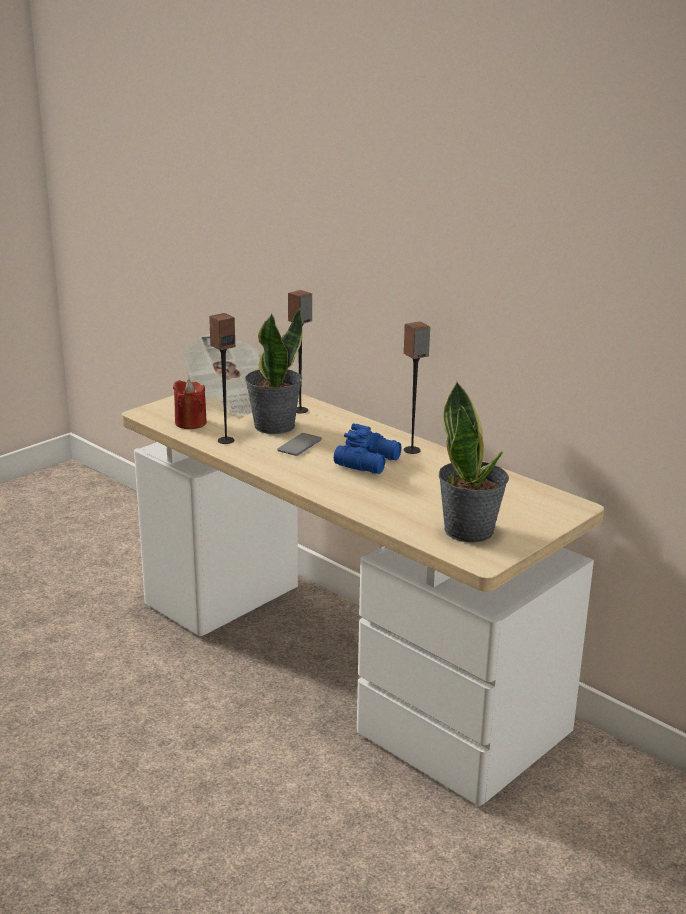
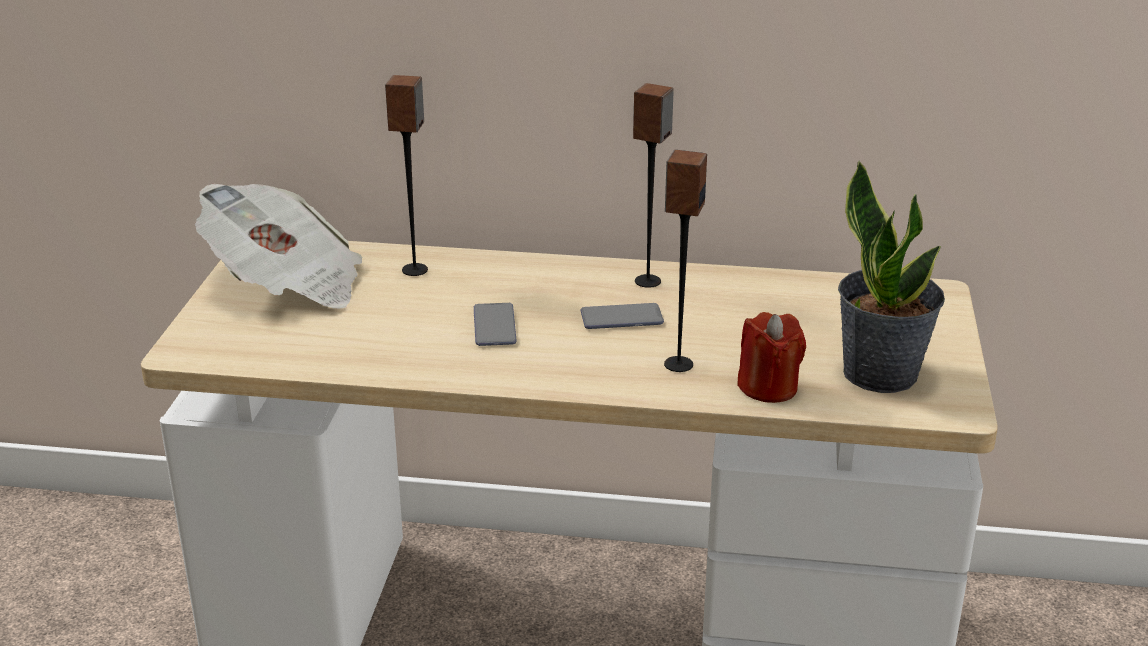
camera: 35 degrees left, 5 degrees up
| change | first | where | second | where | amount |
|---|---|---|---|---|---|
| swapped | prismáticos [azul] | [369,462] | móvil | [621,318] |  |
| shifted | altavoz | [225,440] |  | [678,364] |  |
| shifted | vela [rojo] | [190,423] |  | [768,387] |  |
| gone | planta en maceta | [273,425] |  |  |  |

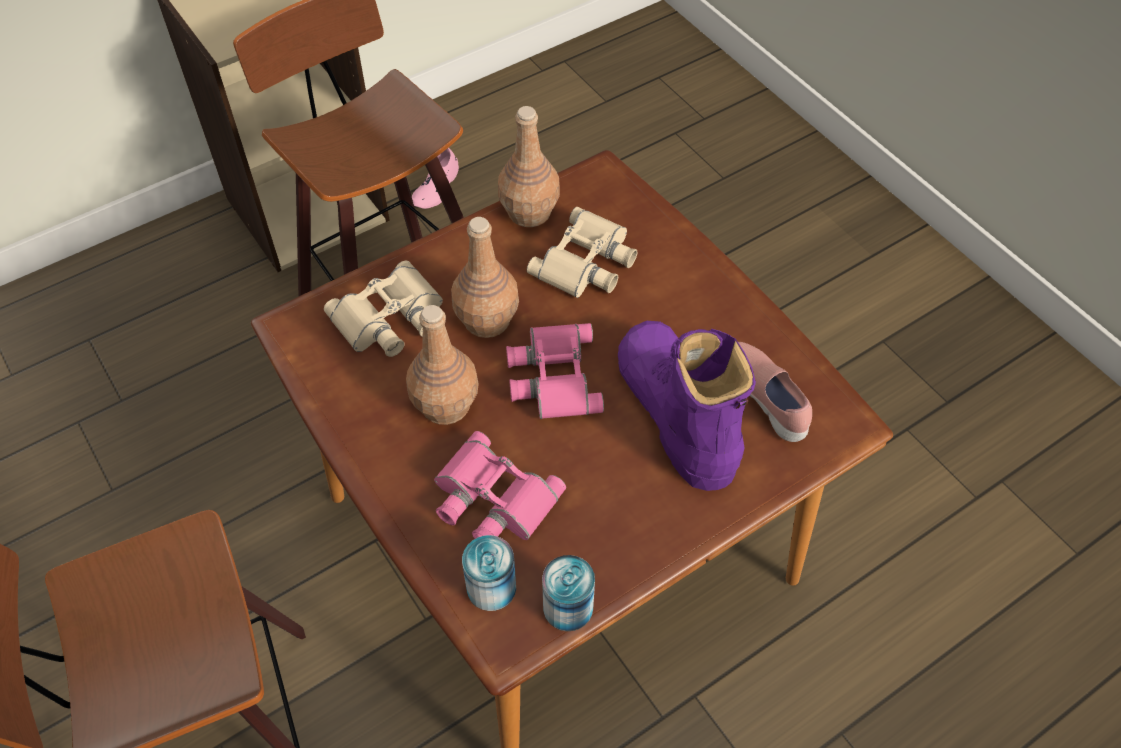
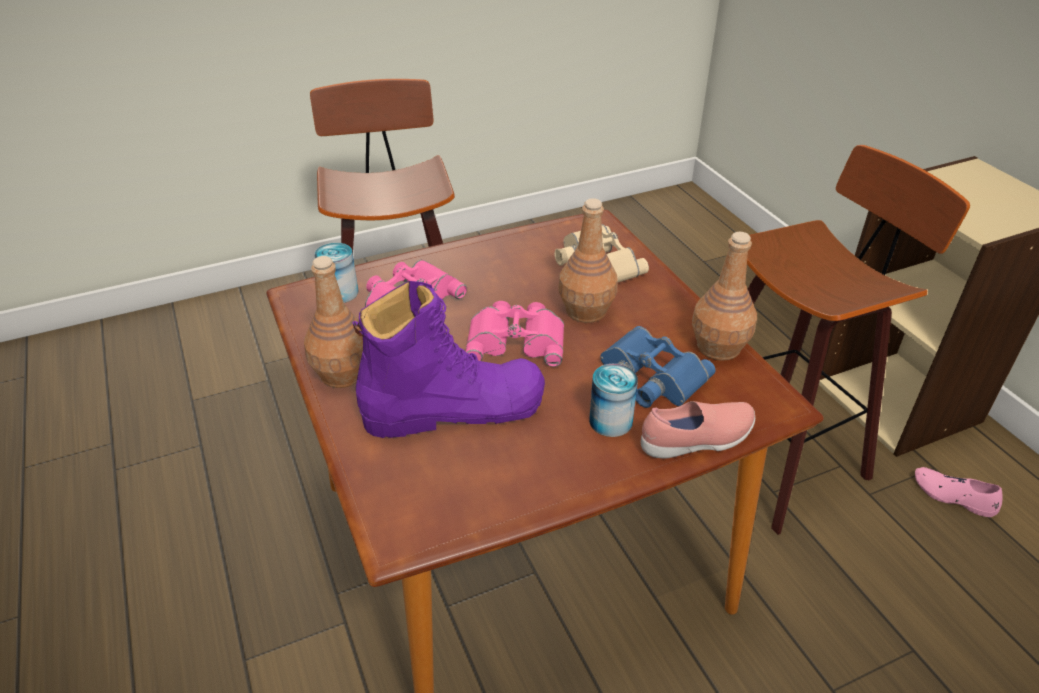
camera: 100 degrees right, 15 degrees down
| change | first | where | second | where | amount |
|---|---|---|---|---|---|
| shifted | botella [marrón] | [445,405] |  | [342,373] |  |
| shifted | lata | [568,607] |  | [610,421] |  |
| repainted | prismáticos [beis] | [587,262] | prismáticos [azul] | [648,377] |  |
| shifted | zapato [rosa] | [766,398] |  | [697,441] |  |

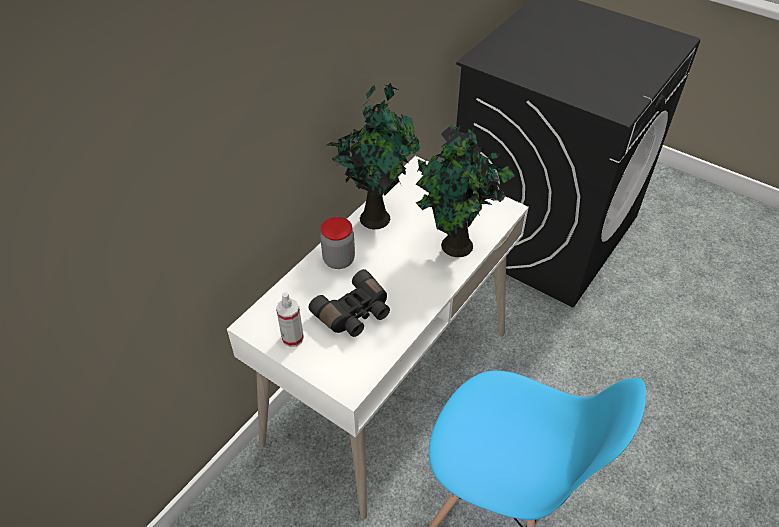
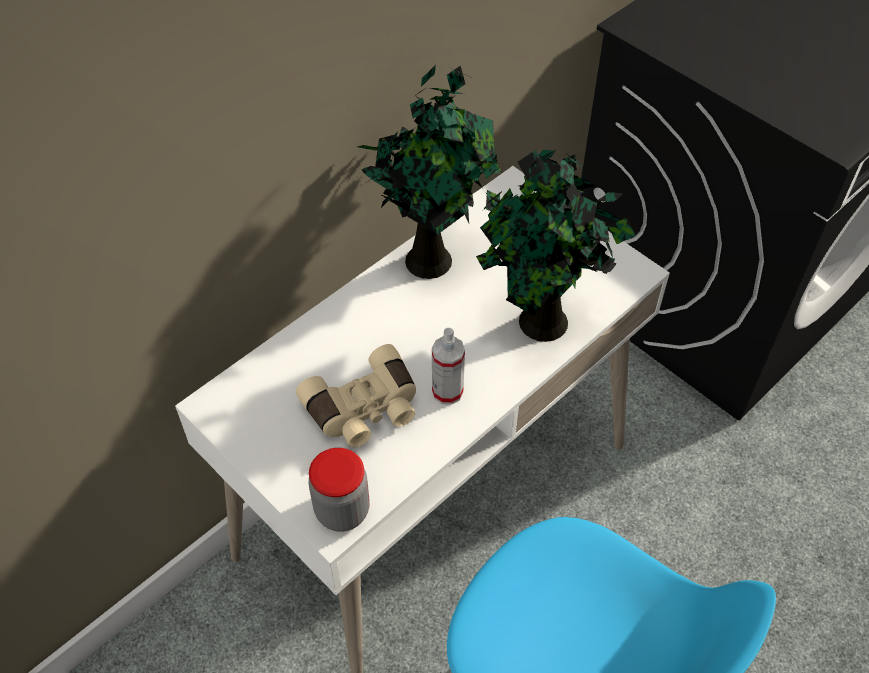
camera: 10 degrees right, 5 degrees up
| change | first | where | second | where | amount |
|---|---|---|---|---|---|
| repainted | prismáticos [negro] | [355,314] | prismáticos [beis] | [365,410] |  |
| shifted | tarro | [339,260] |  | [342,510] |  |
| shifted | pulverizador | [292,338] |  | [447,391] |  |

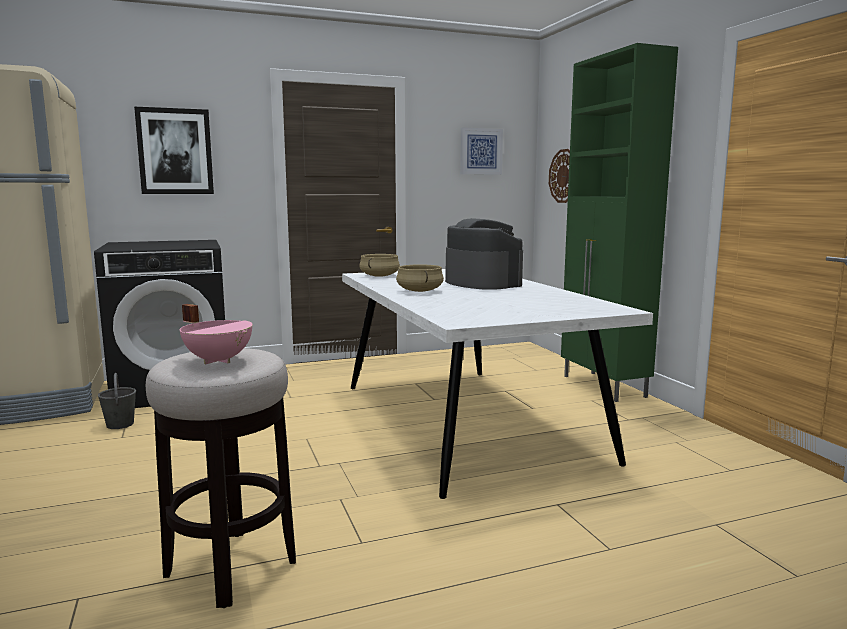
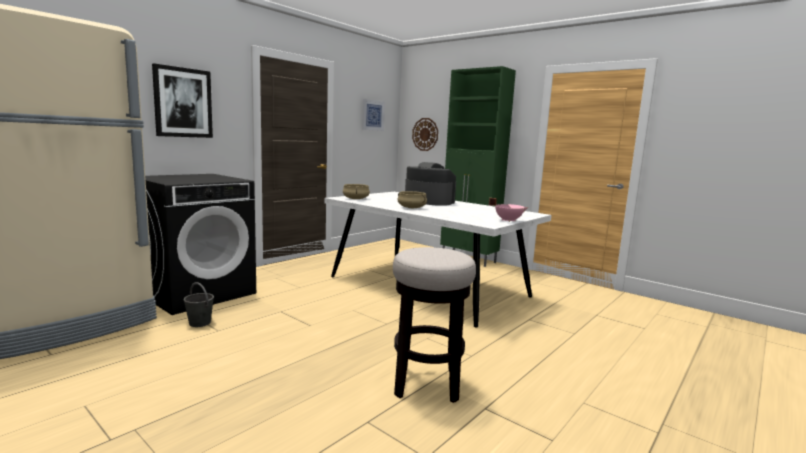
camera: 30 degrees left, 0 degrees up
| change | first | where | second | where | amount |
|---|---|---|---|---|---|
| shifted | olla [rosa] | [219,360] |  | [508,220] |  |

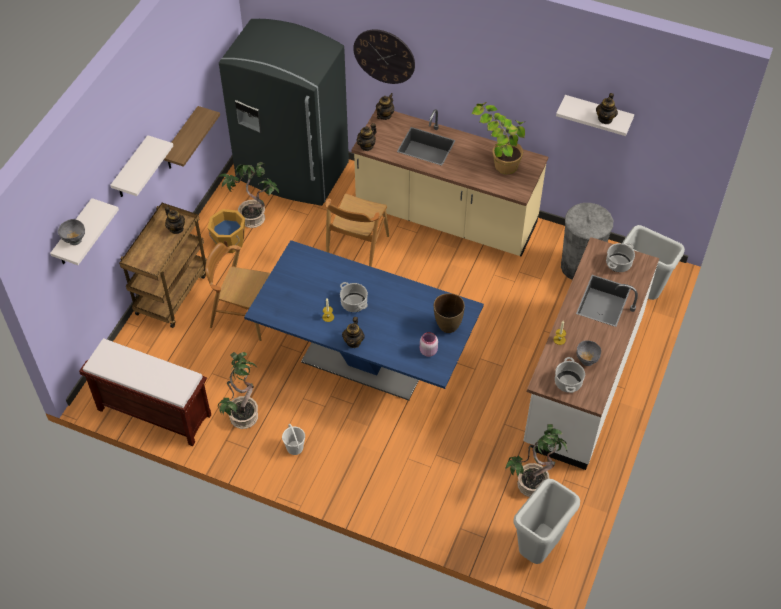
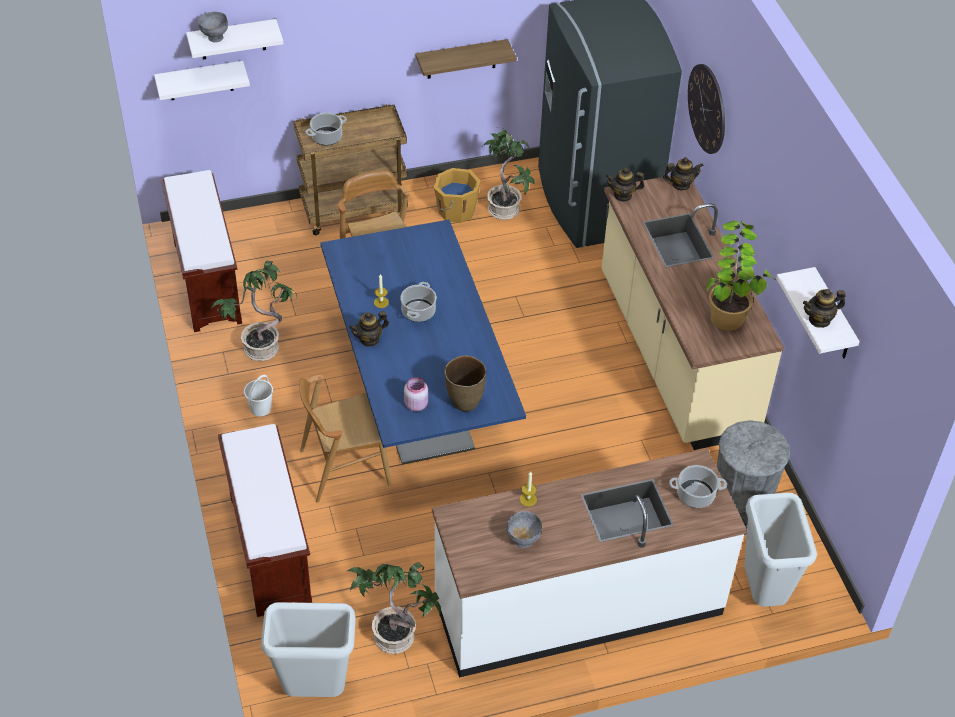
camera: 50 degrees right, 5 degrees down
| change | first | where | second | where | amount |
|---|---|---|---|---|---|
| shifted | estante [blanco] | [131,169] |  | [200,81] |  |
| new |  |  | banco [marrón] | [269,548] |  |
| shifted | silla [marrón] | [357,248] |  | [344,467] |  |
| shifted | olla | [568,382] |  | [326,137] |  |
| gone | tetera | [176,228] |  |  |  |

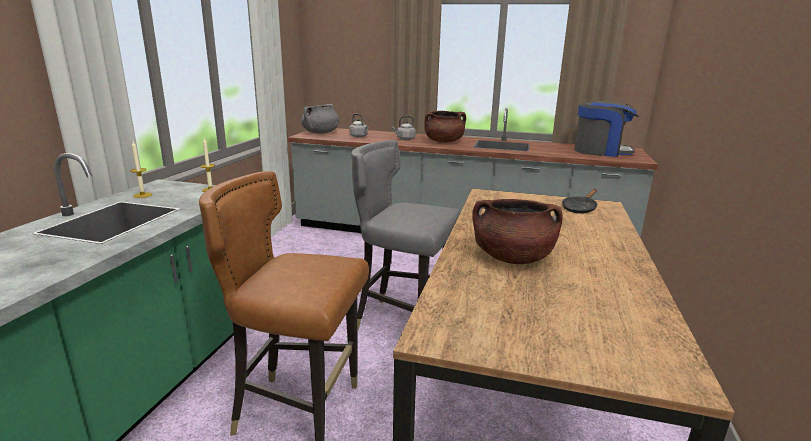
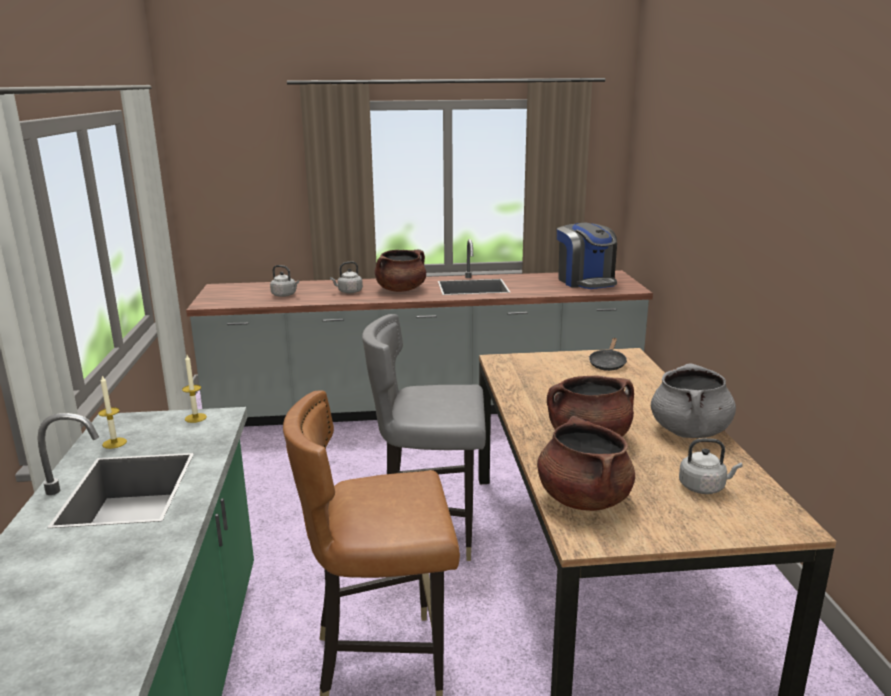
camera: 20 degrees left, 0 degrees up
| change | first | where | second | where | amount |
|---|---|---|---|---|---|
| new |  |  | olla [marrón] | [583,498] |  |
| rotated | cafetera | [601,151] |  | [586,281] | 75 degrees clockwise |
| shifted | olla [gris] | [320,133] |  | [689,431] |  |
| new |  |  | hervidor [gris] | [704,487] |  |

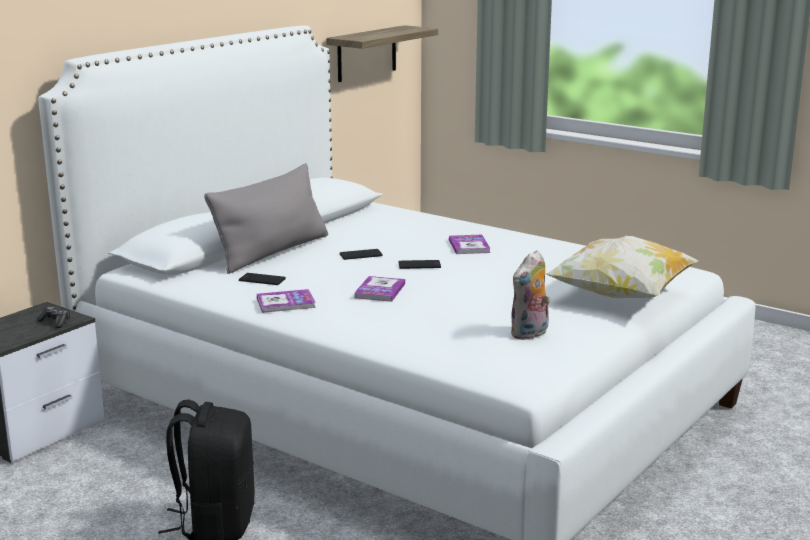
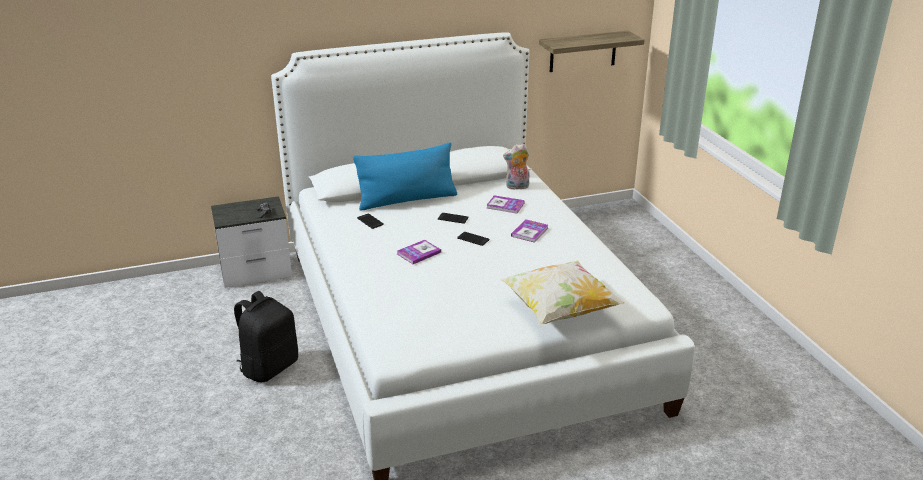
camera: 35 degrees right, 10 degrees up
| change | first | where | second | where | amount |
|---|---|---|---|---|---|
| repainted | cojín [gris] | [272,252] | cojín [azul] | [407,200] |  |
| shifted | libro | [286,303] |  | [505,205] |  |
| shifted | peluche | [530,334] |  | [517,187] |  |

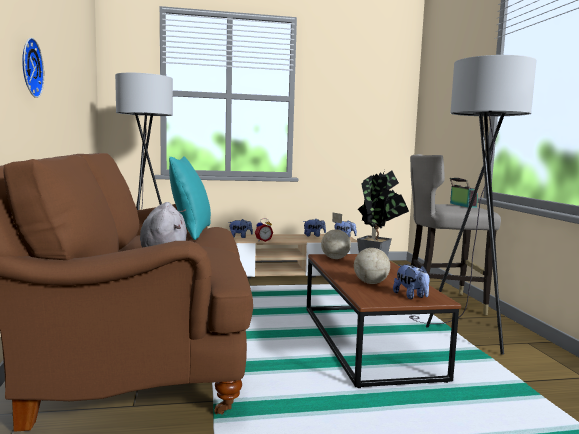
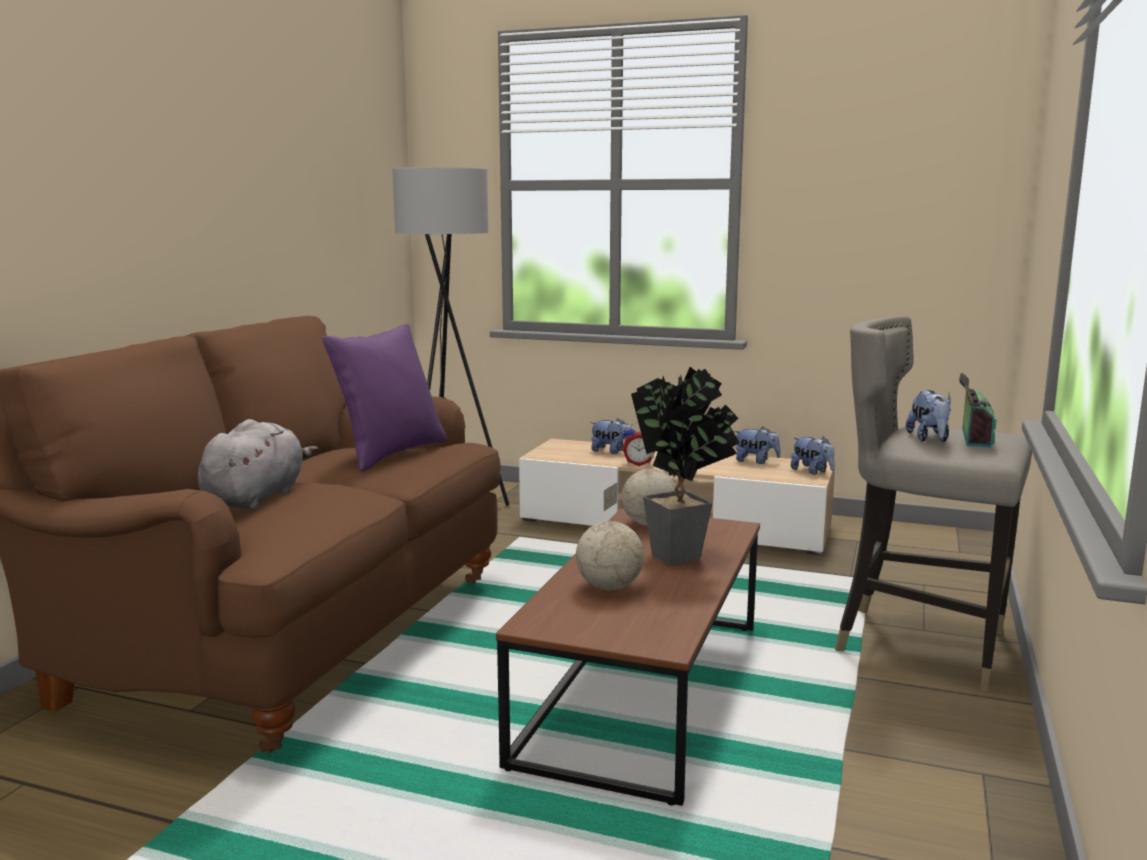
camera: 30 degrees right, 5 degrees up
| change | first | where | second | where | amount |
|---|---|---|---|---|---|
| repainted | cojín [turquesa] | [190,232] | cojín [morado] | [390,454] |  |
| shifted | peluche | [411,296] |  | [929,439] |  |
| gone | reloj de pared | [28,67] |  |  |  |
| gone | lámpara de pie [gris] | [467,335] |  |  |  |

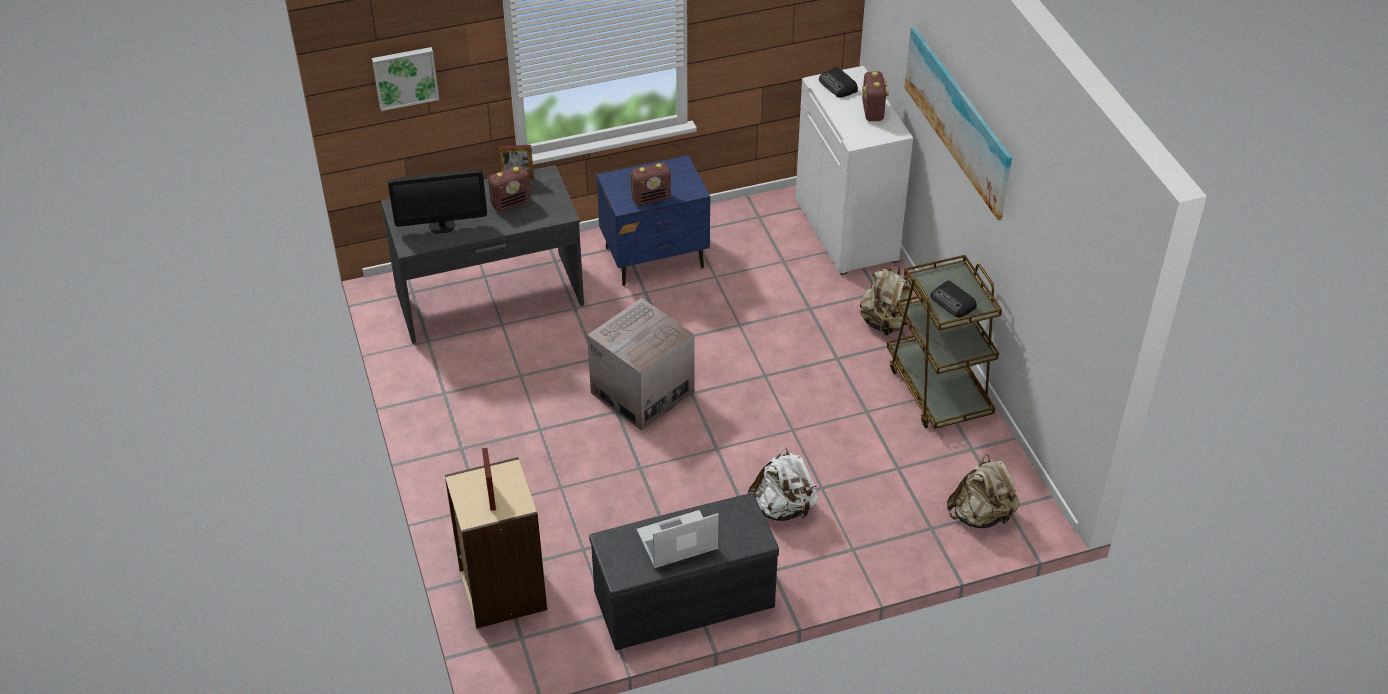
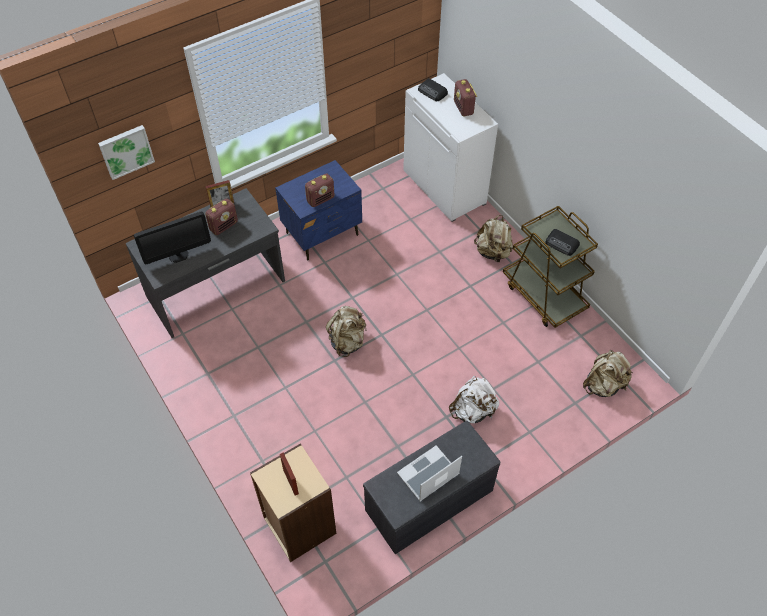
camera: 15 degrees left, 10 degrees up
| change | first | where | second | where | amount |
|---|---|---|---|---|---|
| swapped | caja de cartón | [642,392] | mochila [beis] | [347,341] |  |
| gone | cuadro | [960,119] |  |  |  |

